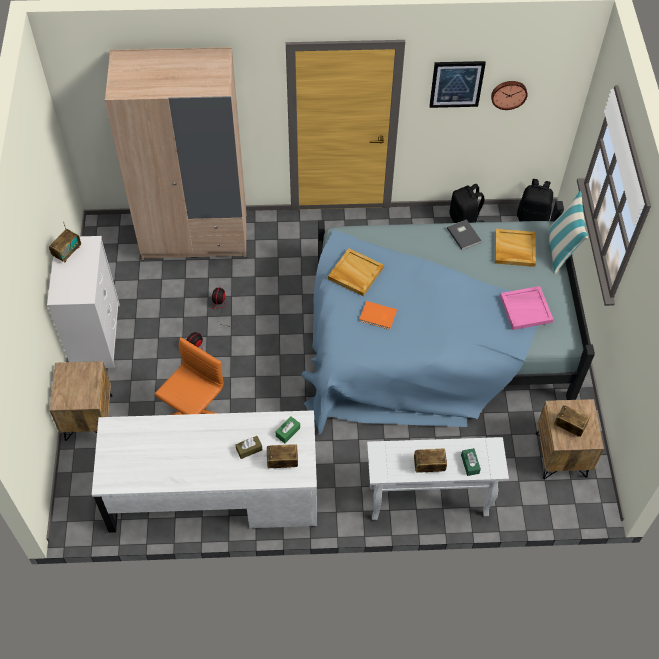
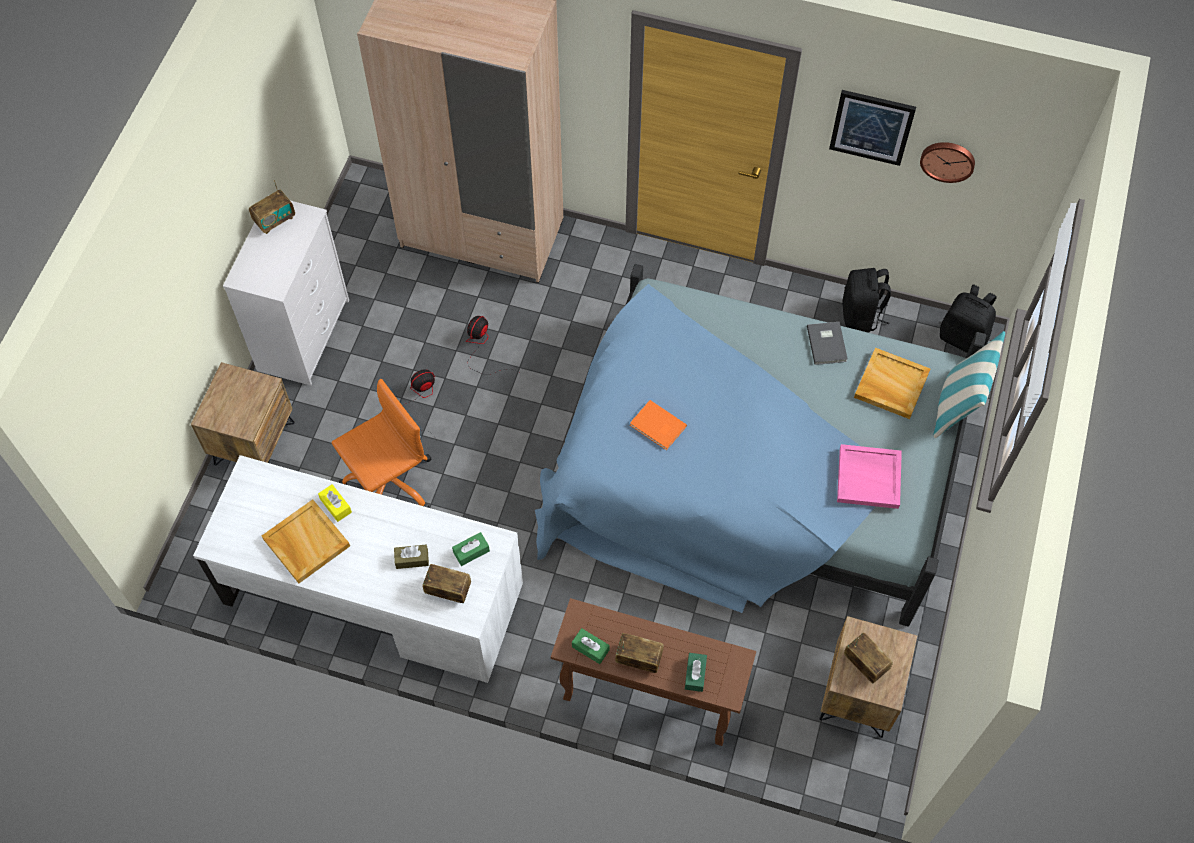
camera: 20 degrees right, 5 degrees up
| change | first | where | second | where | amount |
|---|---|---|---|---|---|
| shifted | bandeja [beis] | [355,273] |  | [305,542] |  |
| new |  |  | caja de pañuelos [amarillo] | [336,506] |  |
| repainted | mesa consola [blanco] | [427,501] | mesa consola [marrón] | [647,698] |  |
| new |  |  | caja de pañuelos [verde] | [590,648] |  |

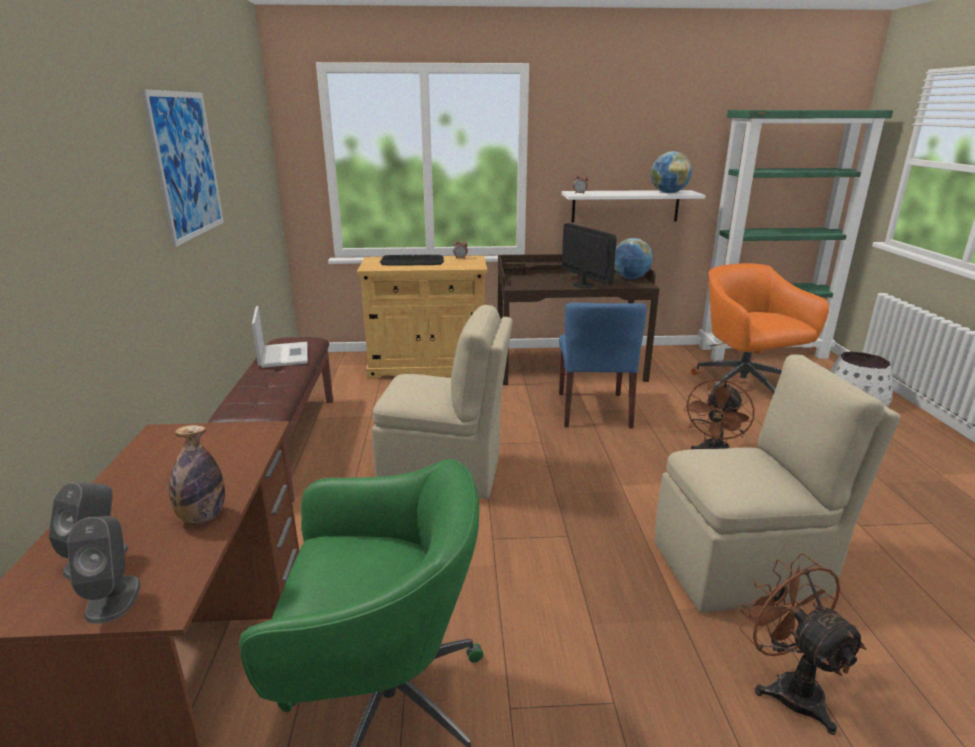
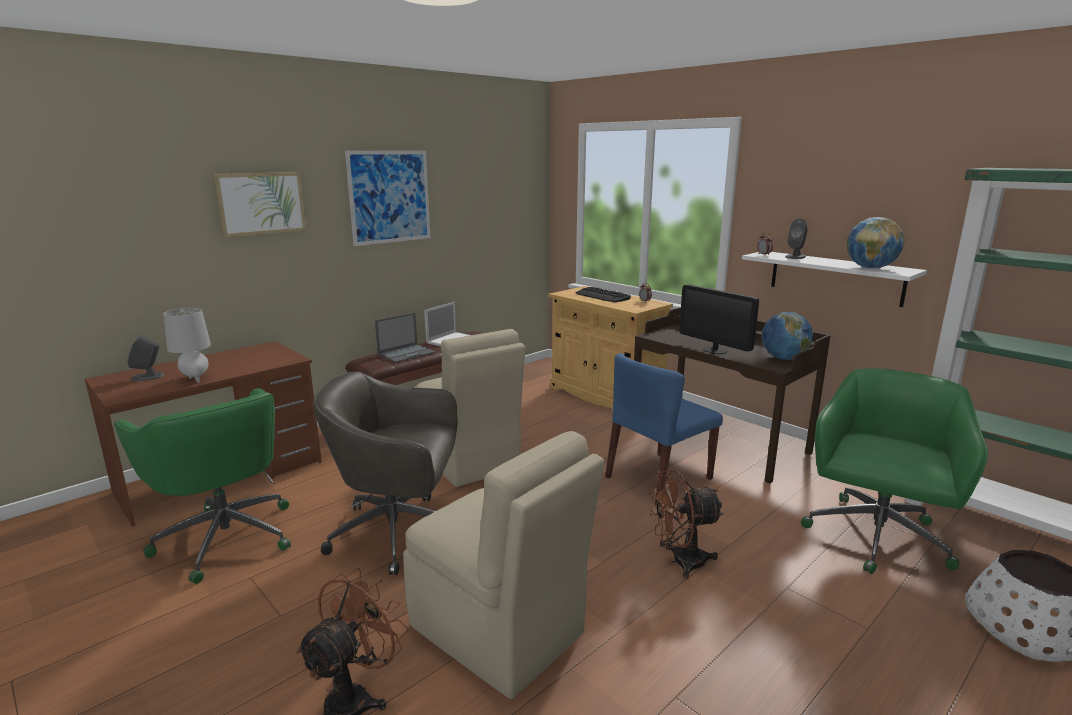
camera: 50 degrees right, 5 degrees down
| change | first | where | second | where | amount |
|---|---|---|---|---|---|
| swapped | botella | [202,517] | lámpara de mesa [gris] | [195,379] |  |
| new |  |  | cuadro | [261,203] |  |
| new |  |  | silla de oficina [gris] | [398,533] |  |
| new |  |  | portátil | [407,353] |  |
| rotated | monitor | [583,285] |  | [715,350] | 120 degrees clockwise |
| shifted | altavoz [gris] | [113,598] |  | [795,257] |  |
| repainted | silla de oficina [naranja] | [744,387] | silla de oficina [verde] | [876,539] |  |

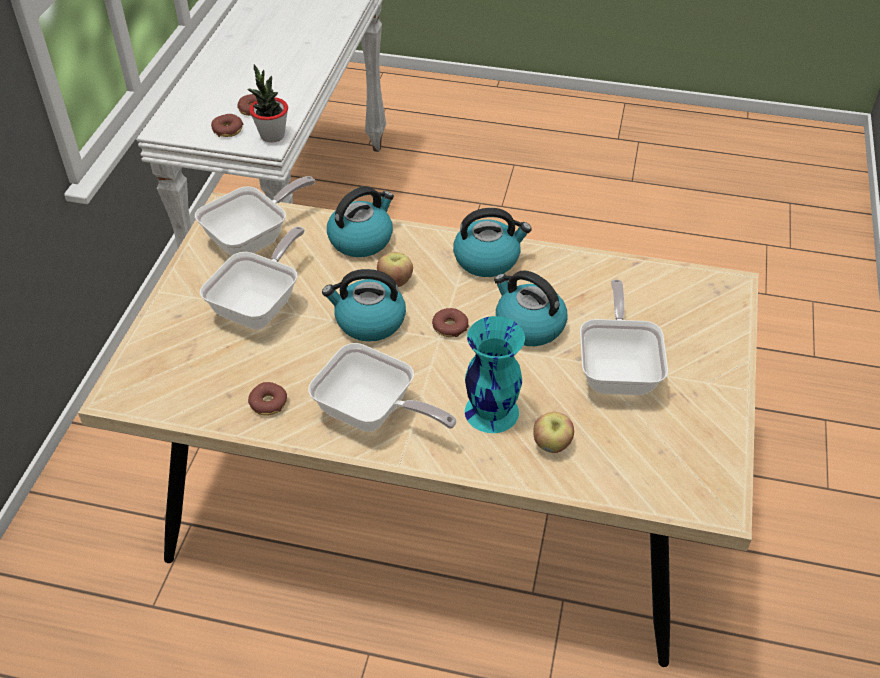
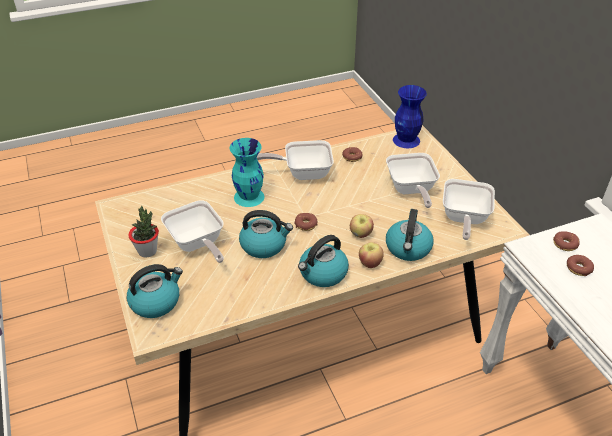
camera: 145 degrees right, 5 degrees down
| change | first | where | second | where | amount |
|---|---|---|---|---|---|
| shifted | hervidor | [369,321] |  | [156,301] |  |
| shifted | planta en maceta | [272,135] |  | [147,251] |  |
| shifted | manzana | [552,444] |  | [370,263] |  |
| new |  |  | florero [azul] | [406,140] |  |

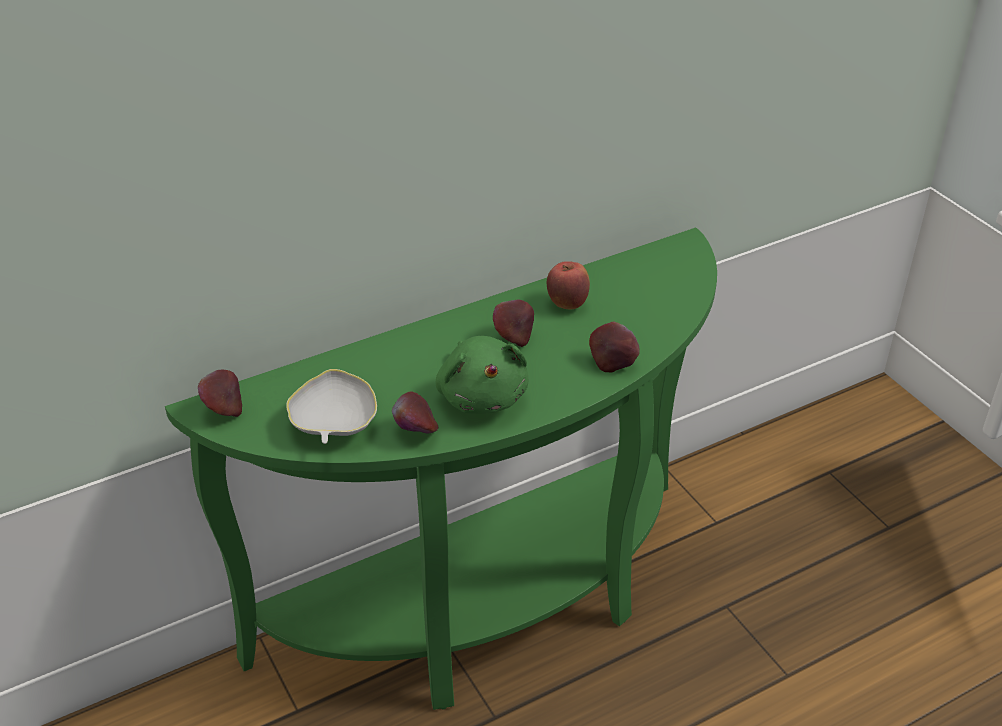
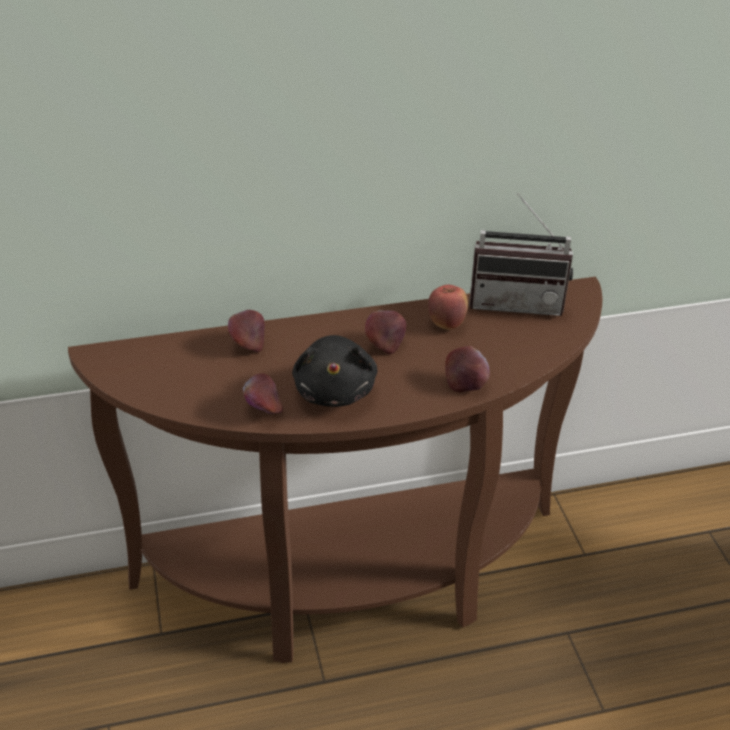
camera: 15 degrees right, 0 degrees up
| change | first | where | second | where | amount |
|---|---|---|---|---|---|
| repainted | mesa consola [verde] | [494,608] | mesa consola [marrón] | [357,586] |  |
| shifted | manzana | [223,410] |  | [247,345] |  |
| repainted | peluche [verde] | [482,395] | peluche [negro] | [335,390] |  |
| new |  |  | radio | [517,301] |  |
| gone | cuenco [blanco] | [334,423] |  |  |  |

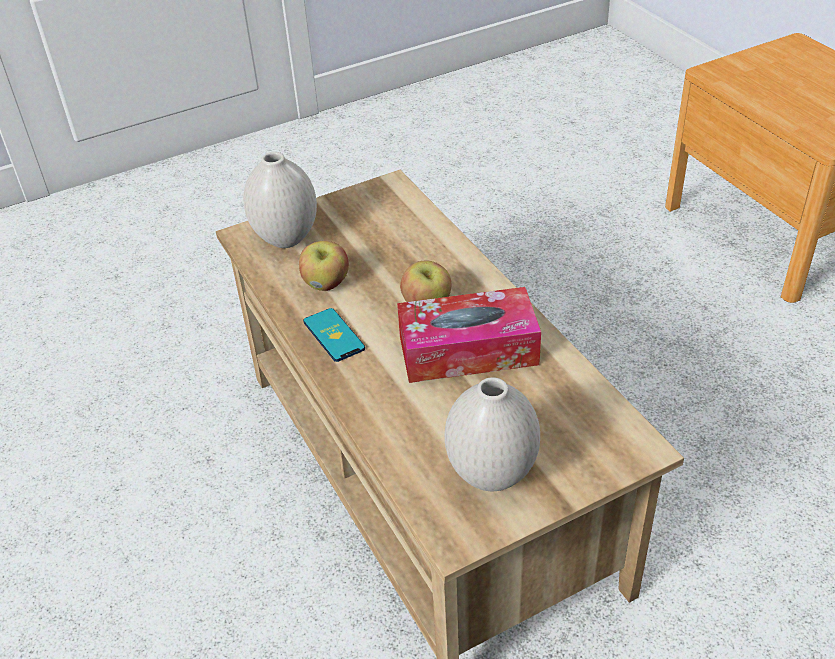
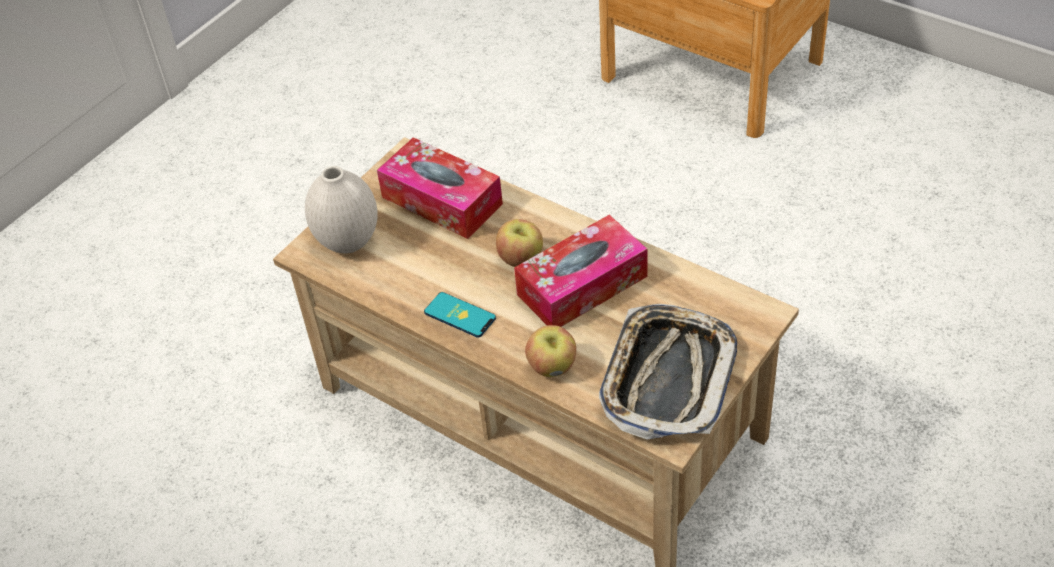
camera: 25 degrees left, 5 degrees up
| change | first | where | second | where | amount |
|---|---|---|---|---|---|
| new |  |  | caja de pañuelos | [442,200] |  |
| shifted | manzana | [326,284] |  | [552,367] |  |
| swapped | florero [blanco] | [491,474] | bandeja | [667,378] |  |

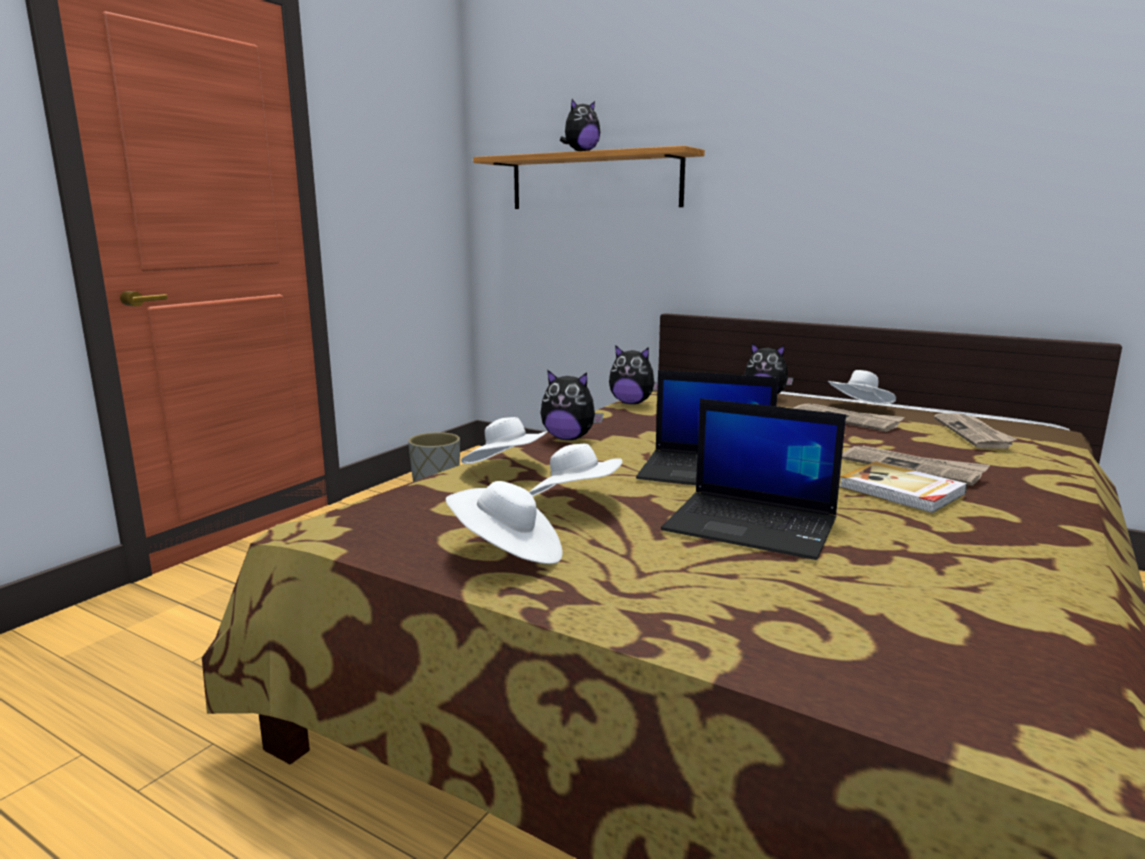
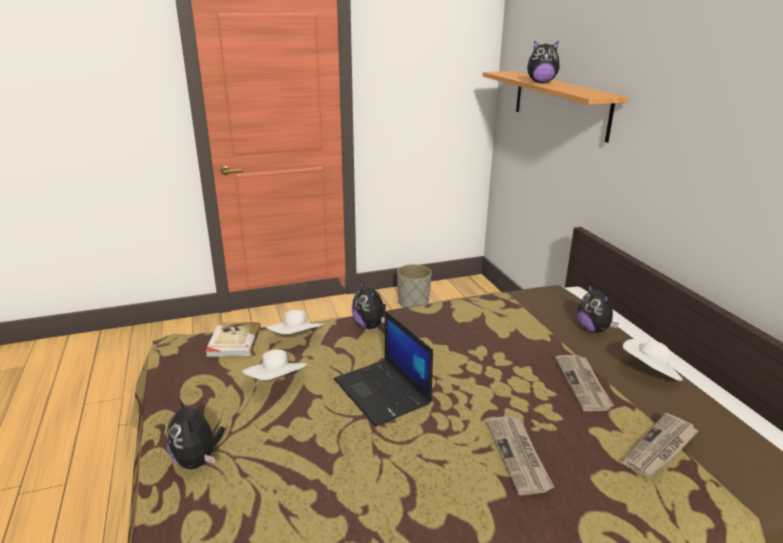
camera: 40 degrees right, 10 degrees up
| change | first | where | second | where | amount |
|---|---|---|---|---|---|
| shifted | peluche | [632,403] |  | [197,460] |  |
| shifted | libro | [901,491] |  | [233,342] |  |
| gone | sombrero [blanco] | [507,553] |  |  |  |
| gone | portátil | [753,525] |  |  |  |

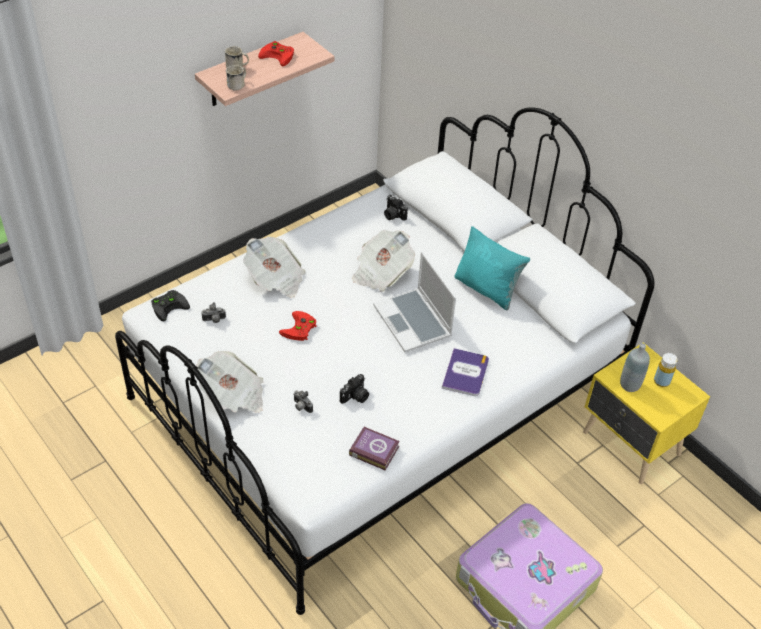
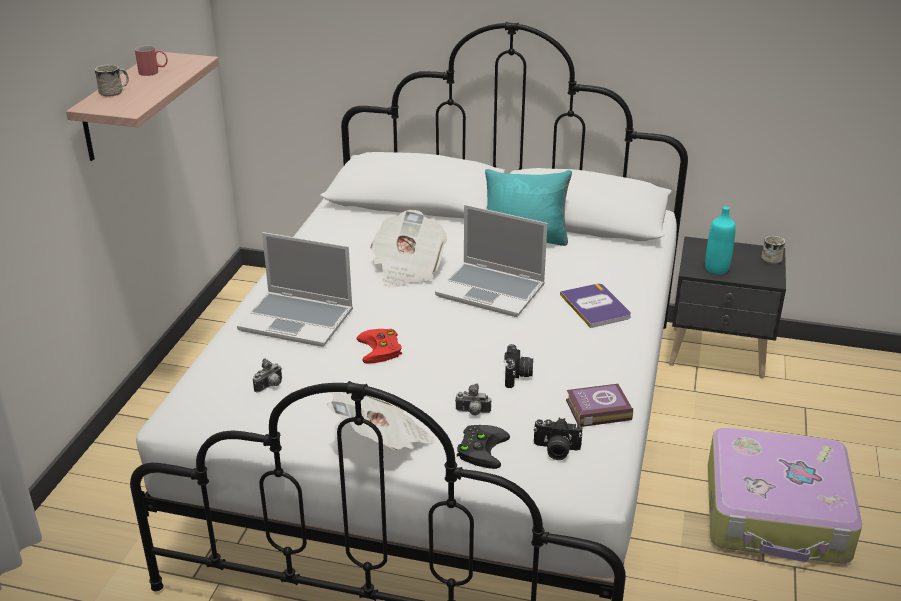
camera: 35 degrees left, 15 degrees down
| change | first | where | second | where | amount |
|---|---|---|---|---|---|
| swapped | mando de consola [rojo] | [279,55] | taza grande [rojo] | [154,72] |  |
| swapped | periódico | [275,279] | portátil | [298,320] |  |
| shifted | mando de consola [negro] | [169,306] |  | [480,448] |  |
| shifted | cámara | [393,215] |  | [556,450] |  |
| repainted | mesita de noche [amarillo] | [631,445] | mesita de noche [negro] | [719,354] |  |
| repainted | botella [gris] | [630,384] | botella [turquesa] | [716,268] |  |
| shifted | taza grande [blanco] | [238,84] |  | [770,258] |  |
| gone | botella [amarillo] | [661,381] |  |  |  |

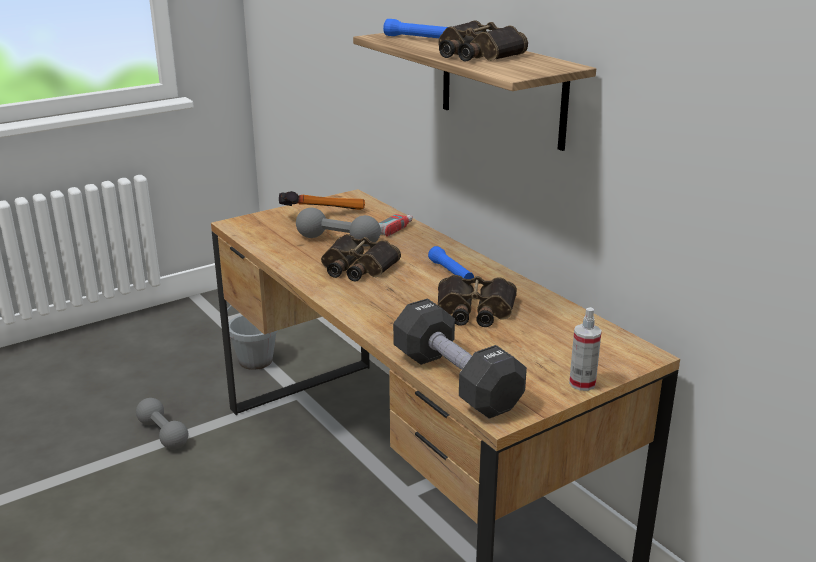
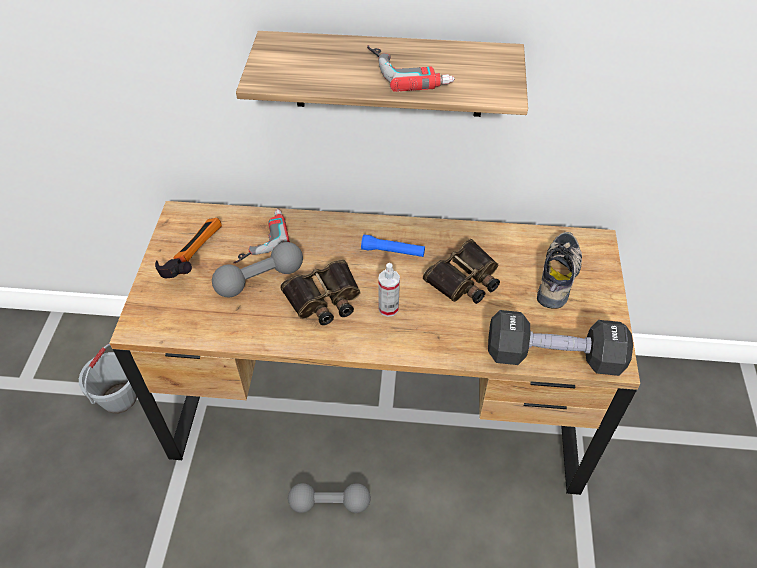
camera: 50 degrees left, 25 degrees up
| change | first | where | second | where | amount |
|---|---|---|---|---|---|
| shifted | mancuerna [gris] | [163,434] |  | [330,503] |  |
| swapped | prismáticos | [476,54] | taladro | [409,70] |  |
| shifted | pulverizador | [582,383] |  | [388,308] |  |
| new |  |  | zapato | [560,276] |  |
| gone | linterna [azul] | [416,38] |  |  |  |

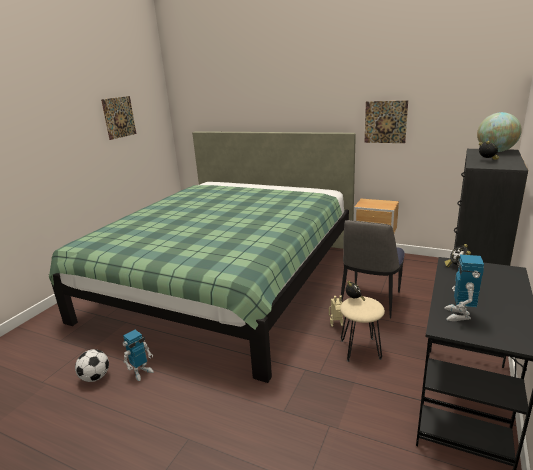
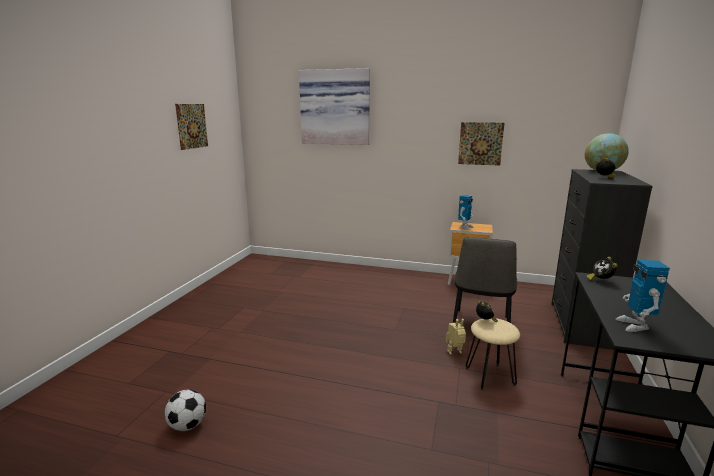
camera: 10 degrees left, 5 degrees down
| change | first | where | second | where | amount |
|---|---|---|---|---|---|
| new |  |  | cuadro | [335,107] |  |
| shifted | robot de juguete | [141,372] |  | [465,227] |  |
| gone | cama [verde] | [225,281] |  |  |  |

